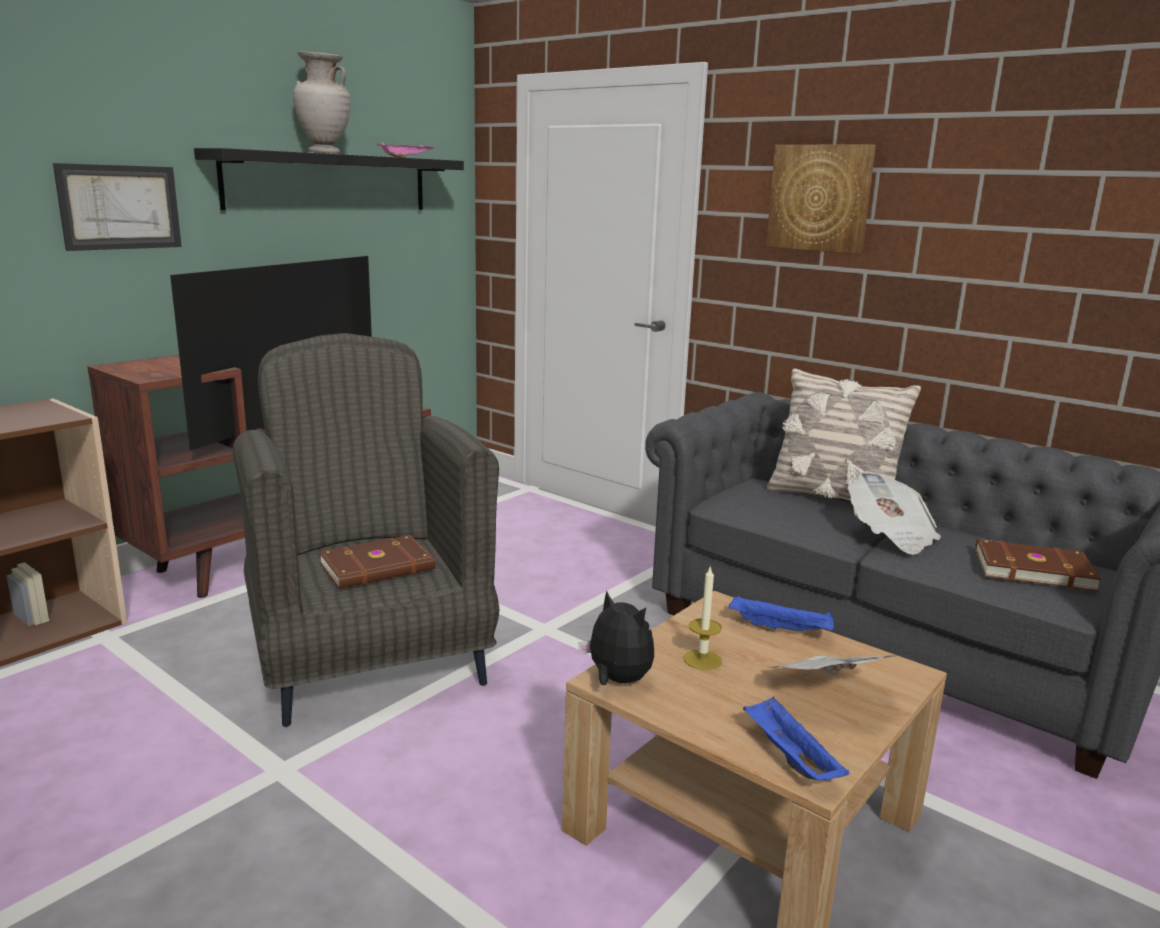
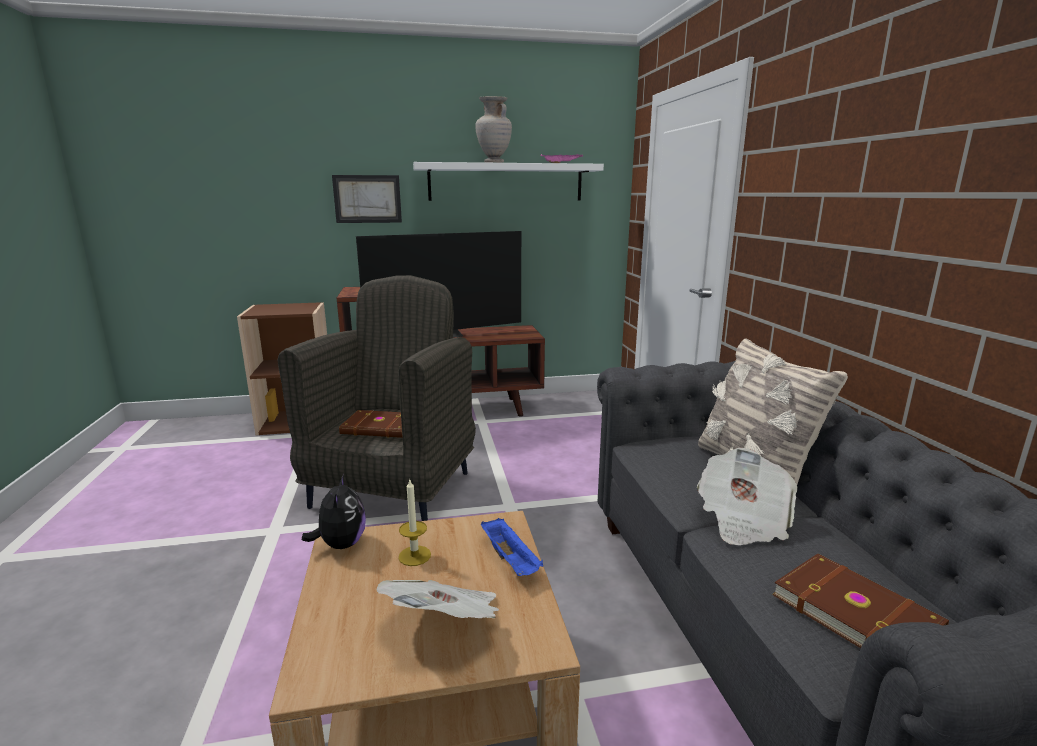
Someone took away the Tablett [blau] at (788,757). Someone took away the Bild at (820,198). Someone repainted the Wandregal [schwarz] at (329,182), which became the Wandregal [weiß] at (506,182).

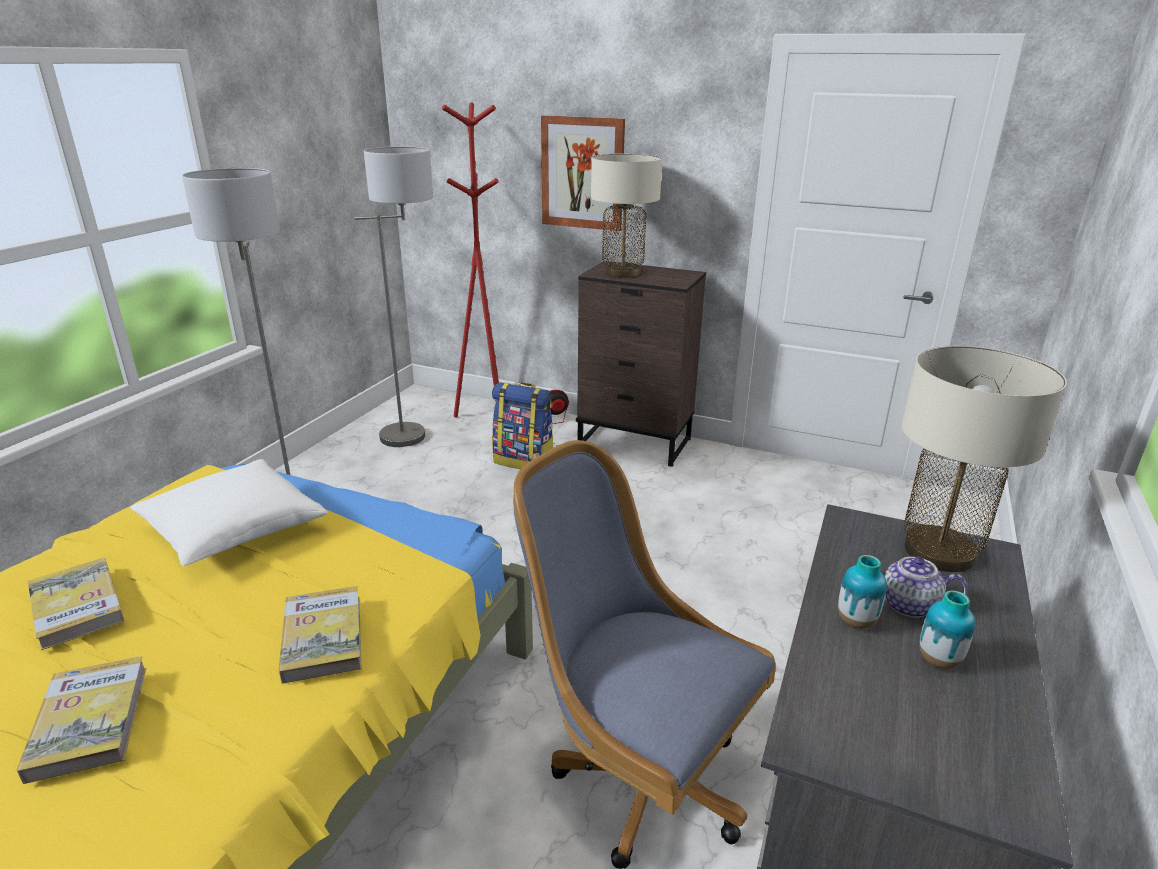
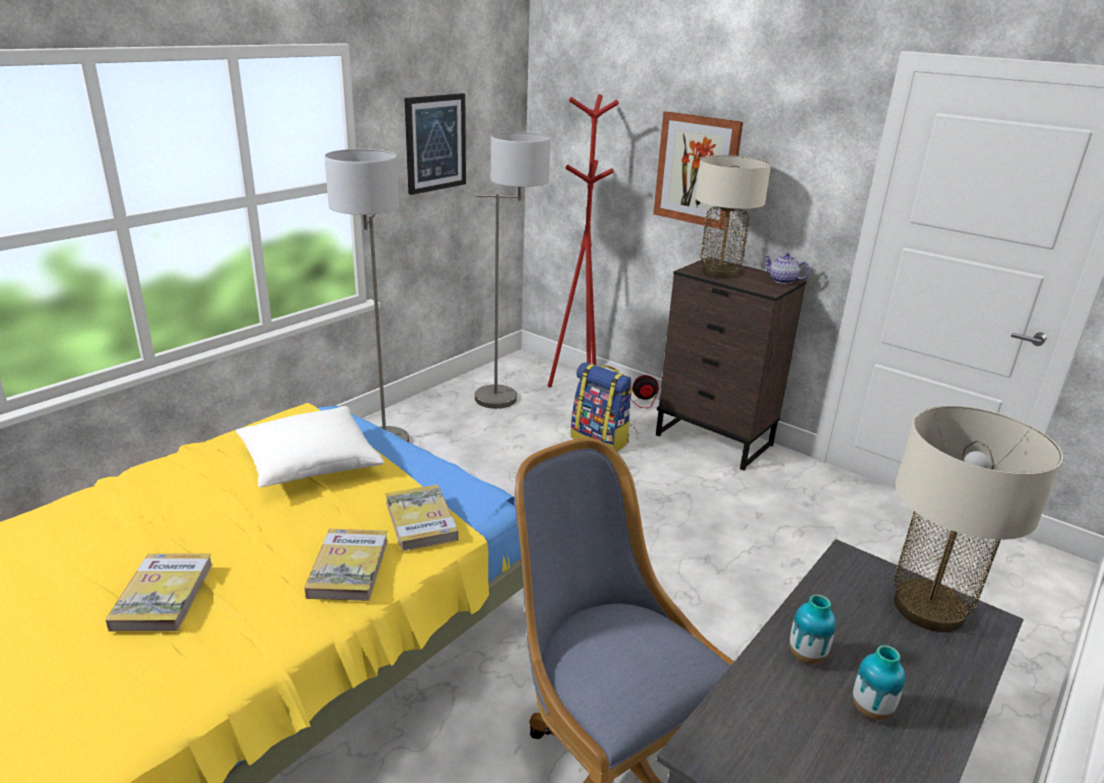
Someone put up the Bild at (435,143). Someone carried the Buch from (77,606) to (421,521). Someone carried the Teekanne from (907,605) to (782,280).

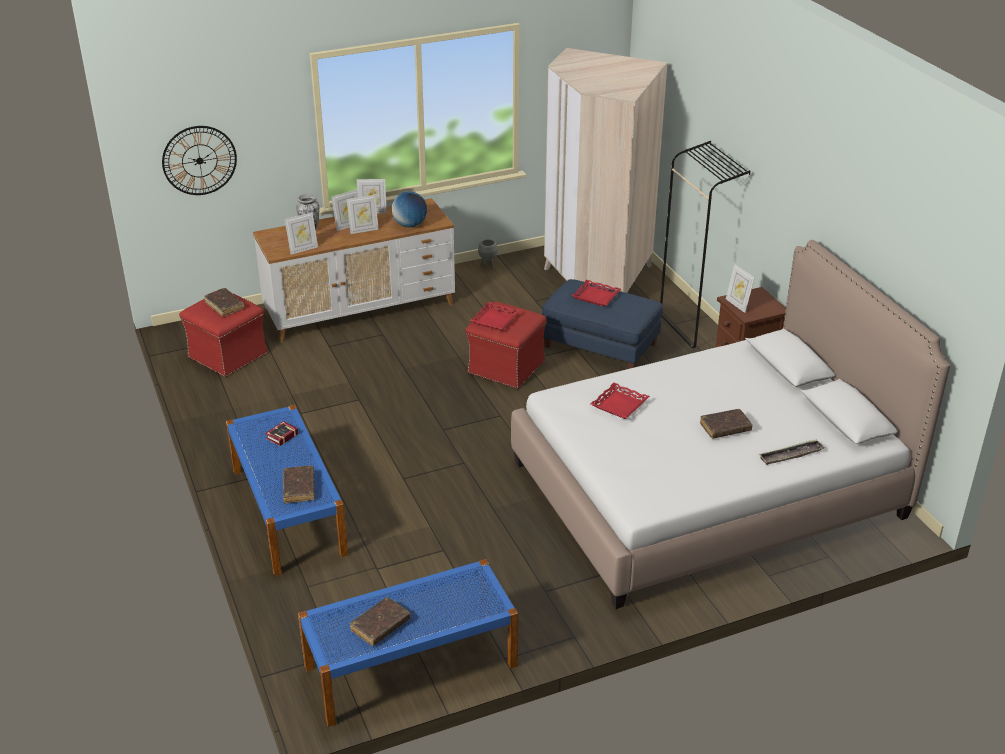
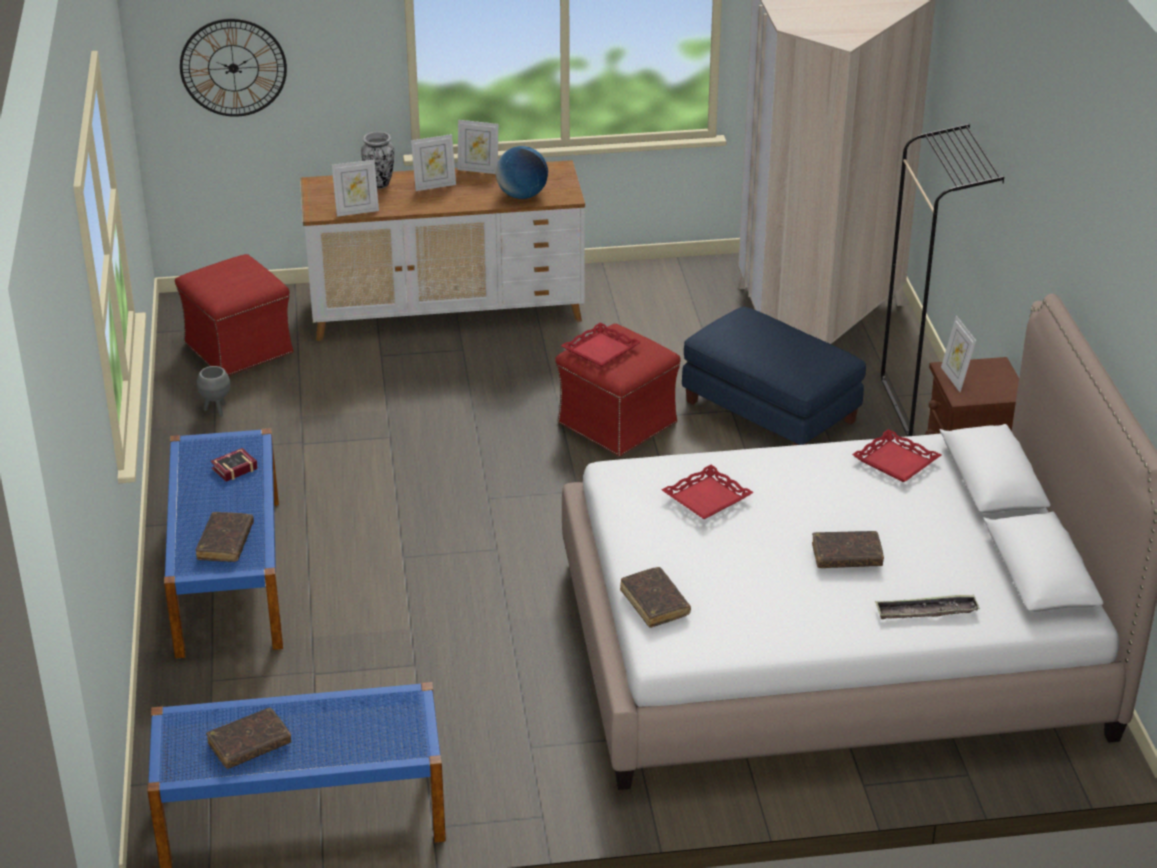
Someone took away the Bilderrahmen at (363,230). Someone carried the Buch [braun] from (224,306) to (654,603). Someone carried the Pflanzkübel [grau] from (487,266) to (216,410). Someone carried the Tablett [rot] from (596,296) to (896,461).

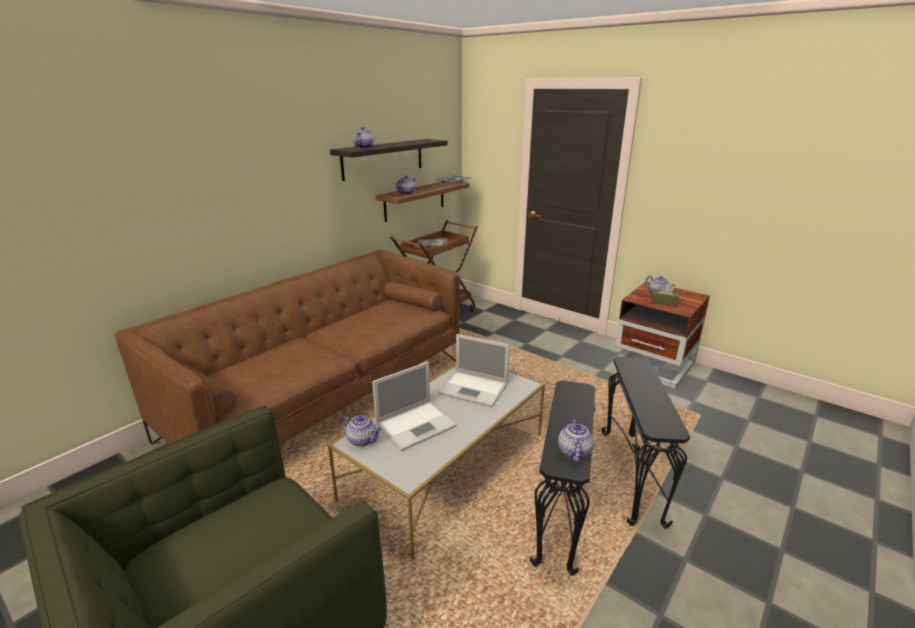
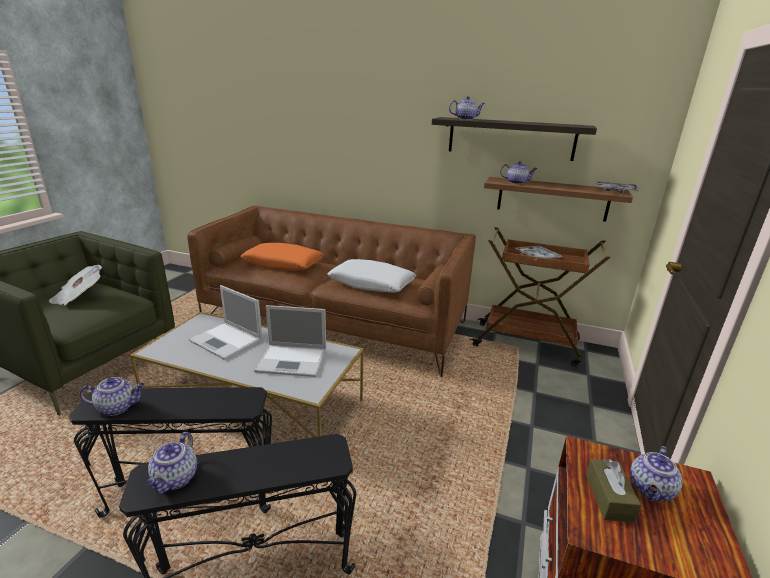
Someone put down the Zeitung at (79,297). Someone put down the Kissen [orange] at (283,264). Someone put down the Kissen [weiß] at (371,284). Someone carried the Teekanne from (362,440) to (175,479). Someone rotated the Laptop at (475,389) by 90 degrees counterclockwise.

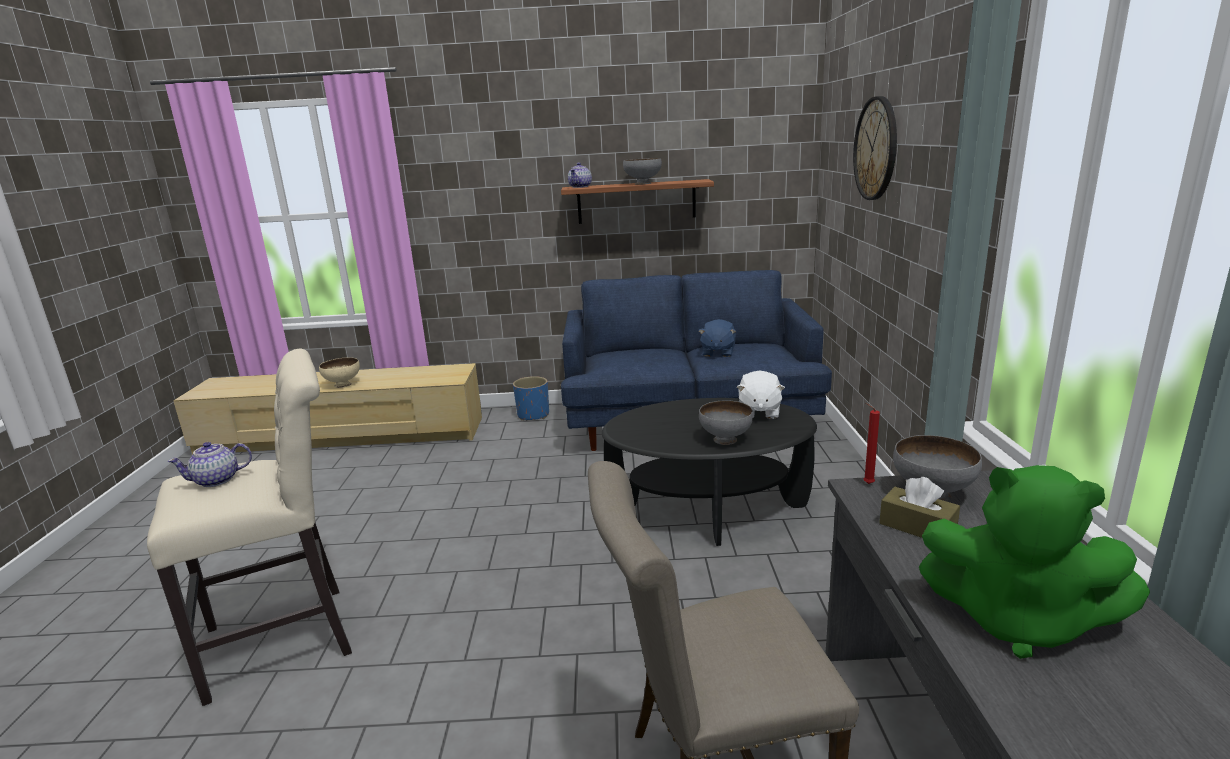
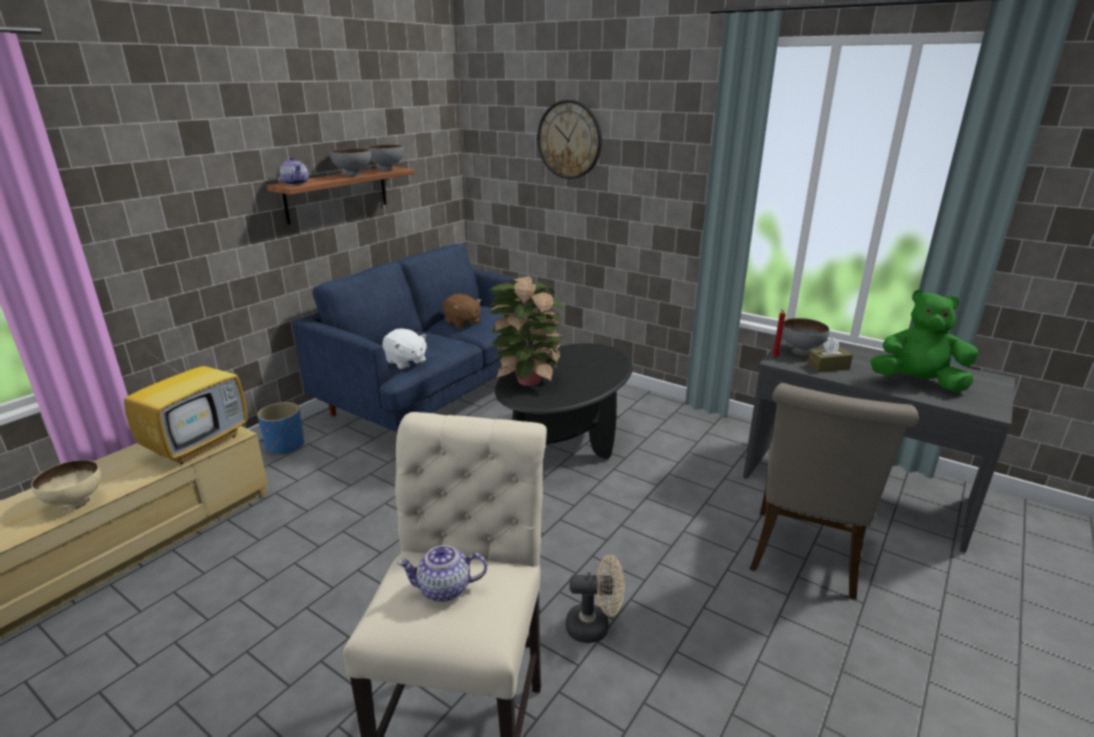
Someone put down the Fernseher at (199,444). Someone put down the Topfpflanze at (527,379). Someone put down the Ventilator [beige] at (595,626). Someone carried the Schüssel [grau] from (725,440) to (386,170). Someone carried the Plüschtier [weiß] from (758,412) to (405,362). Someone repainted the Plüschtier [blau] at (717,352), which became the Plüschtier [braun] at (462,323). Someone rotated the Teekanne at (217,480) by 75 degrees clockwise. Someone rotated the Plüschtier [grün] at (1016,621) by 135 degrees counterclockwise.

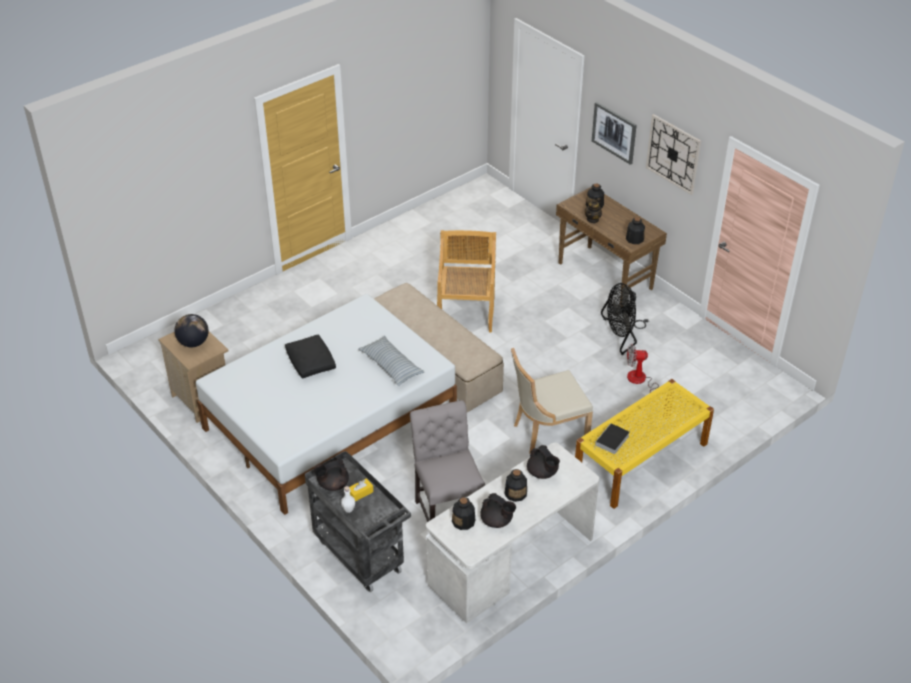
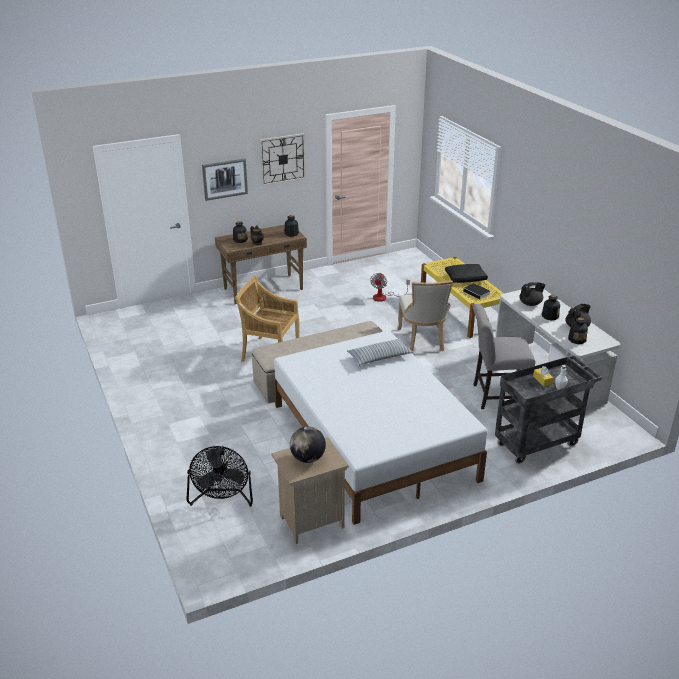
Someone took away the Teekanne [schwarz] at (332,484). Someone carried the Kissen [schwarz] from (310,362) to (465,278). Someone carried the Ventilator [schwarz] from (623,333) to (220,496).

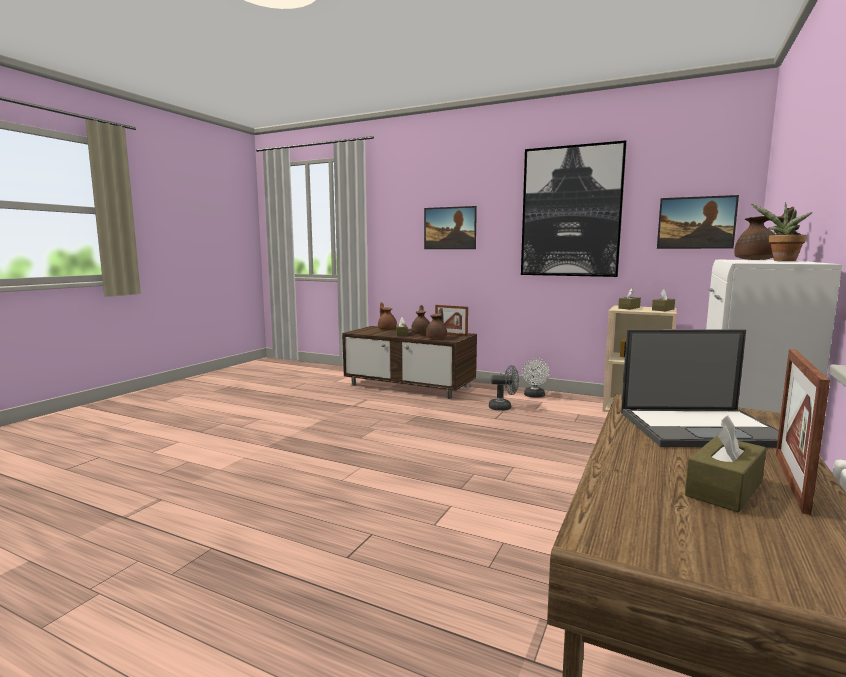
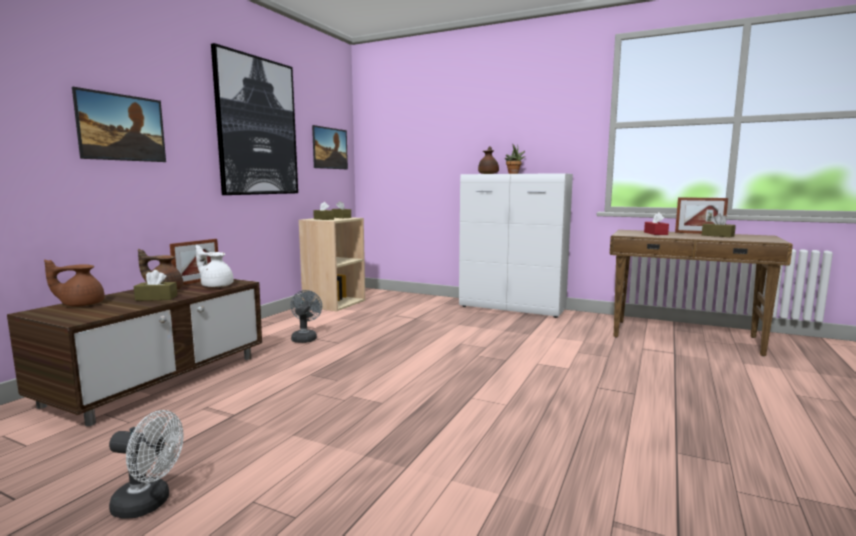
Someone carried the Ventilator [weiß] from (534,396) to (149,504). Someone swapped the Laptop at (702,428) for the Taschentuchbox [rot] at (655,233). Someone repainted the Teekanne [braun] at (437,338), which became the Teekanne [weiß] at (216,286).

